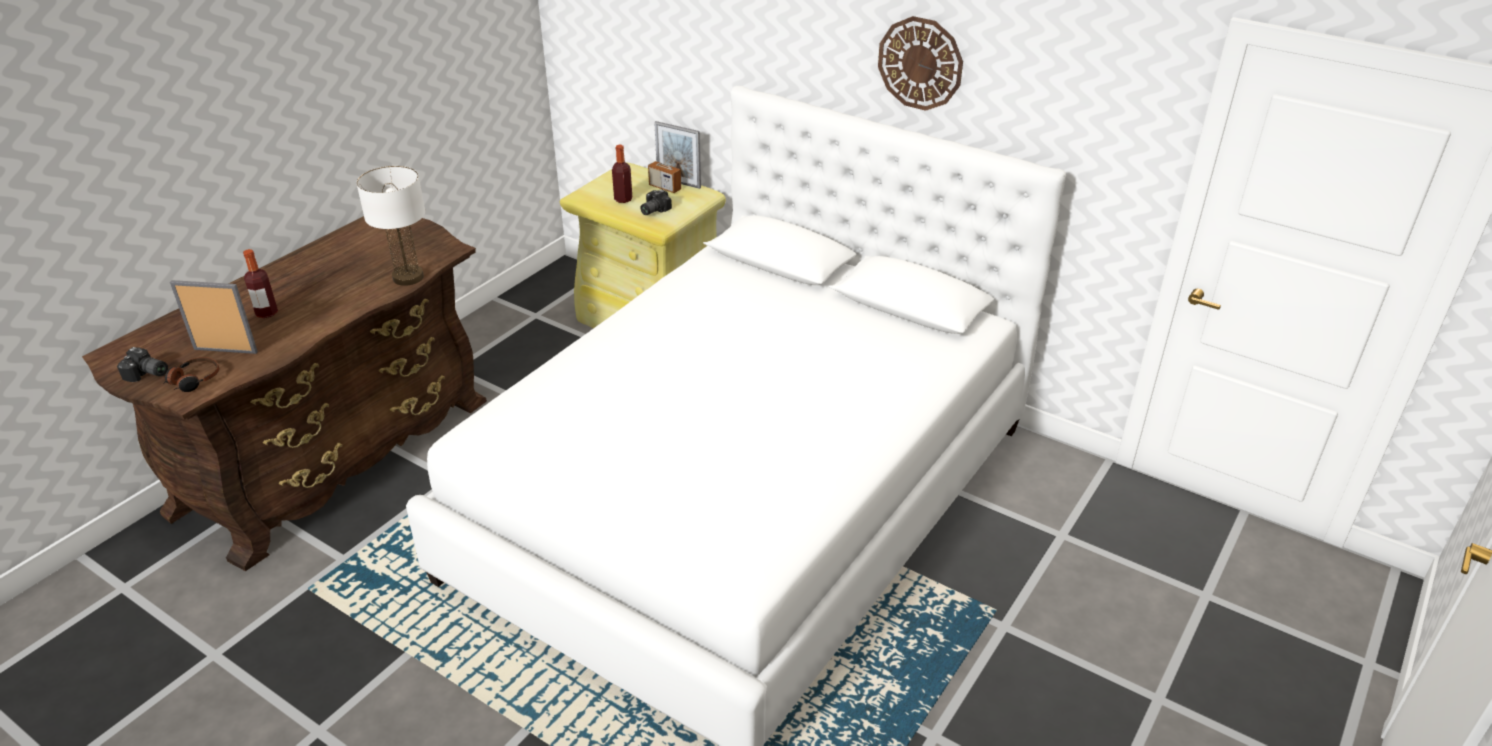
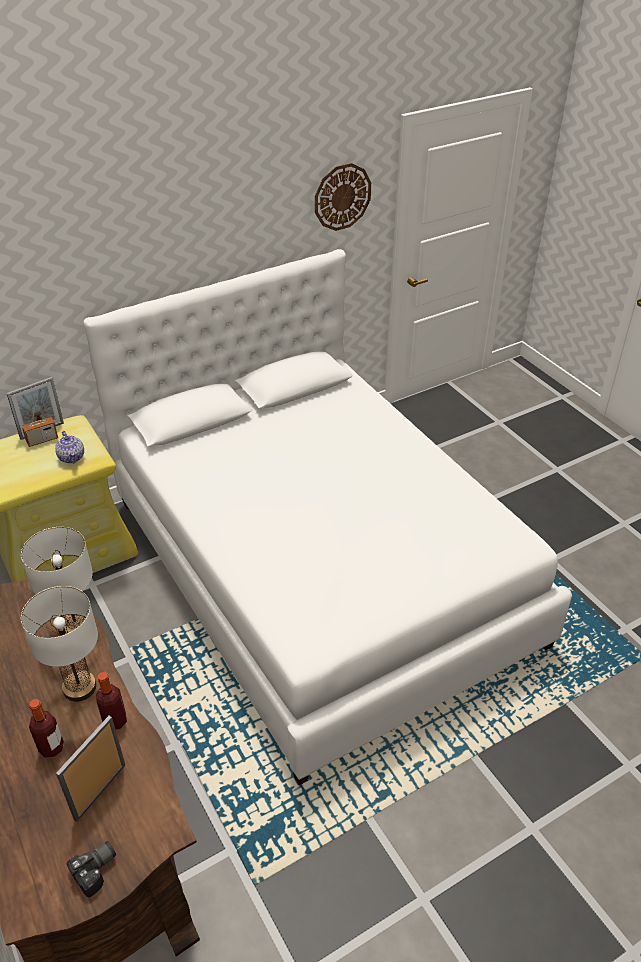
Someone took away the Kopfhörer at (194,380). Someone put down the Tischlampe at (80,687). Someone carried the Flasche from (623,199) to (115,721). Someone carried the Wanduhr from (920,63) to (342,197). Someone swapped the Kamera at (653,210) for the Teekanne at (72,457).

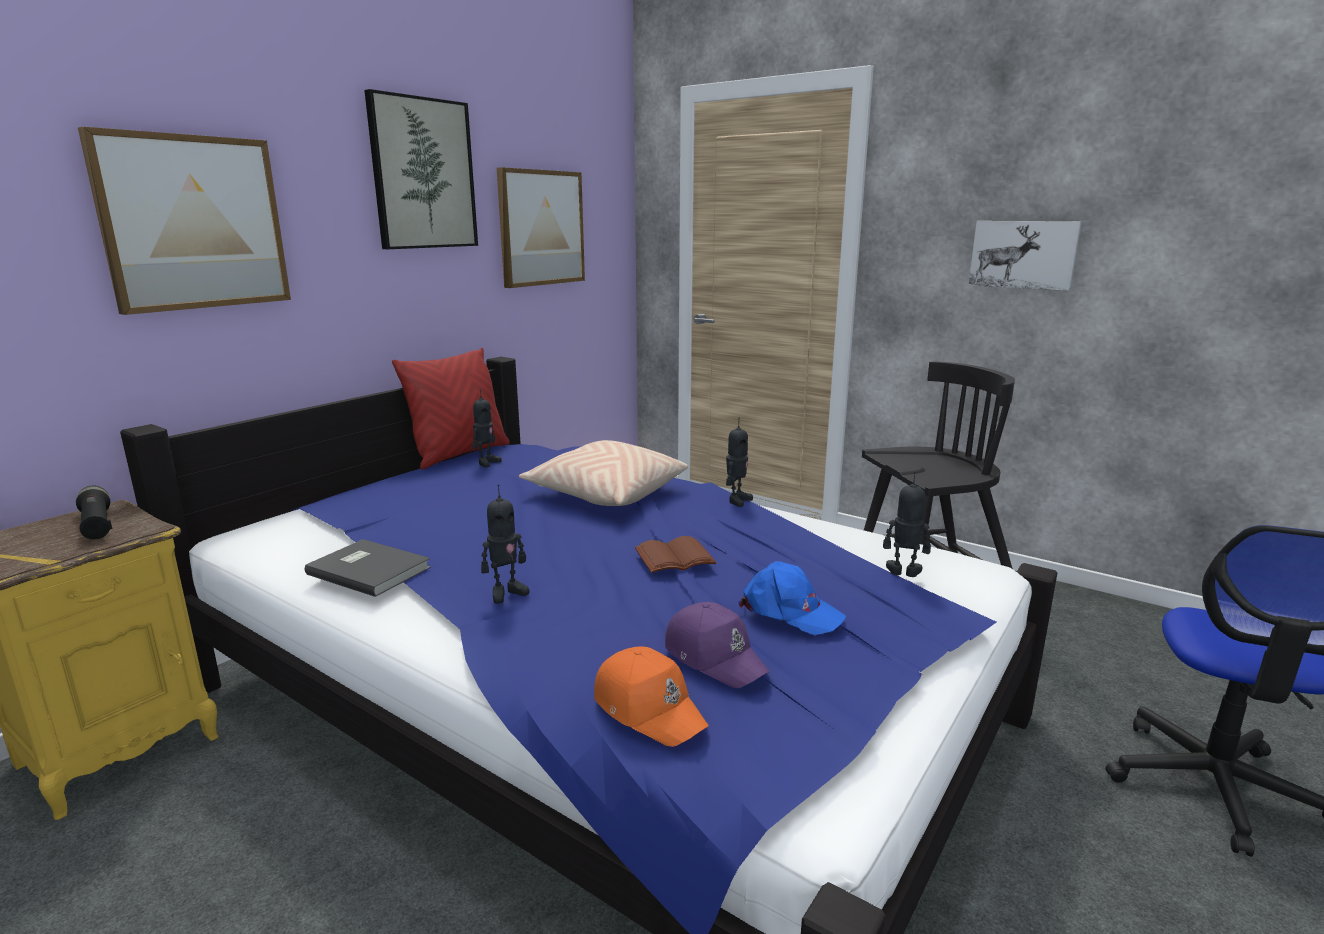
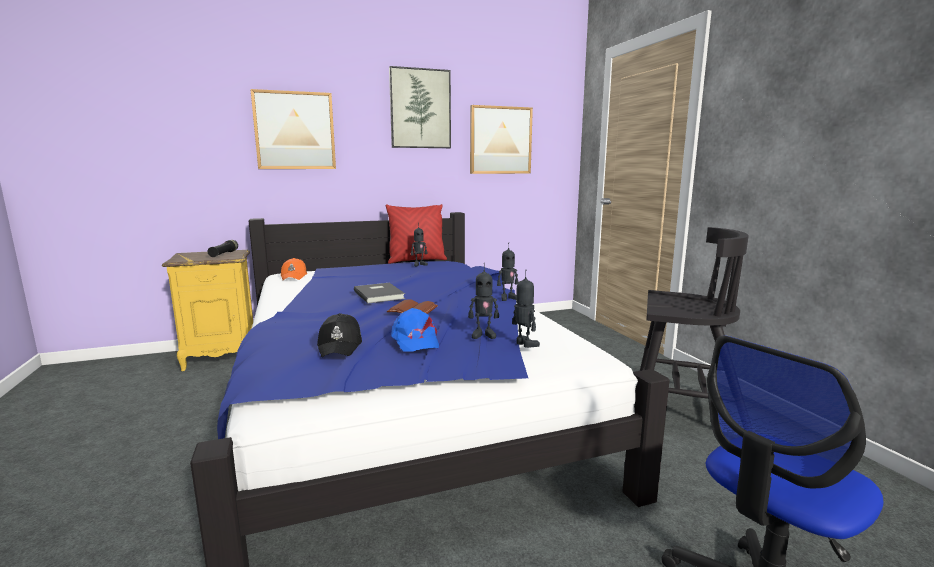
Someone took away the Kissen [beige] at (605,494). Someone took away the Bild at (1023,254). Someone carried the Buch [grau] from (370,569) to (380,294). Someone carried the Spielzeugroboter from (506,593) to (483,335). Someone carried the Kappe [orange] from (649,708) to (294,276). Someone repainted the Kappe [lila] at (715,657), which became the Kappe [schwarz] at (341,345).

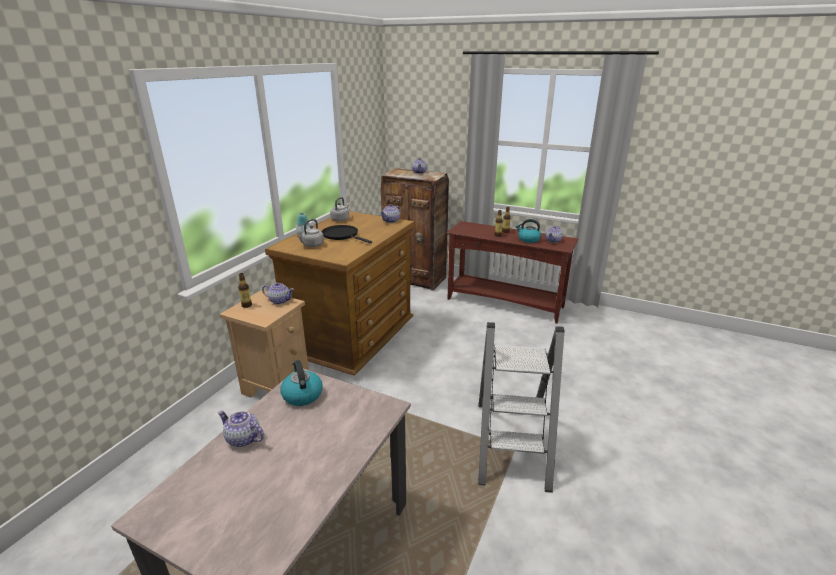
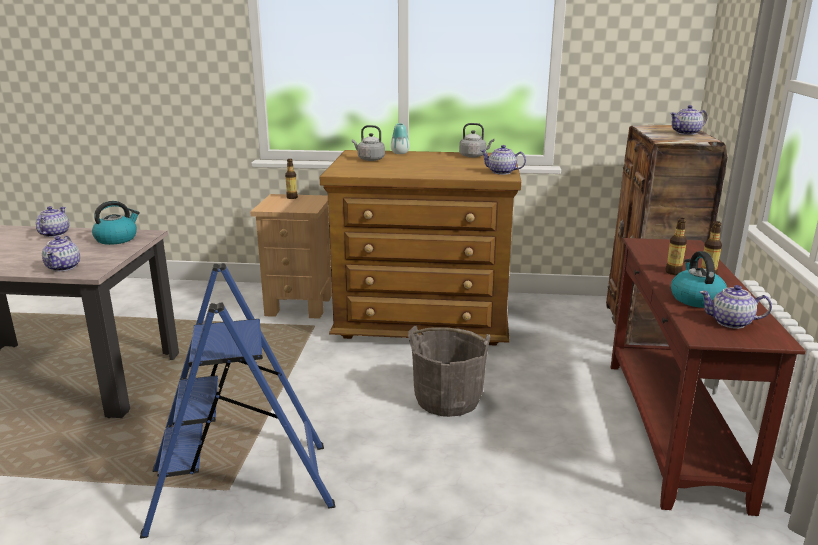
Someone took away the Pfanne [schwarz] at (342,235). Someone put down the Eimer [grau] at (448,399). Someone carried the Teekanne from (279,301) to (64,267). Someone repainted the Trittleiter [grau] at (511,442), which became the Trittleiter [blau] at (243,486).

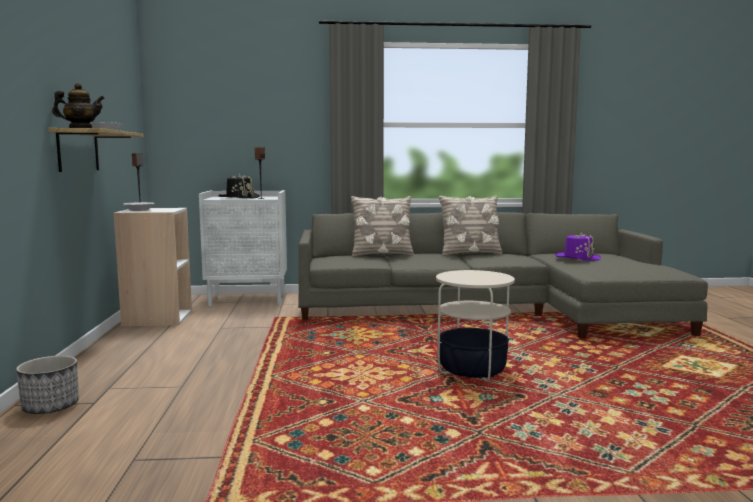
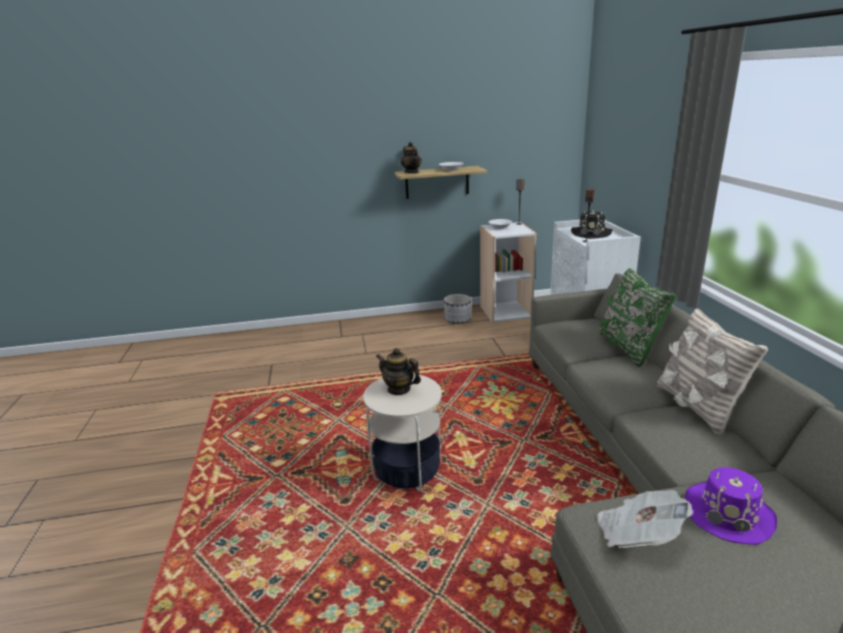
Someone put down the Teekanne at (399,389). Someone put down the Zeitung at (637,534). Someone carried the Pflanzkübel from (51,407) to (458,320). Someone repainted the Kissen [beige] at (382,255), which became the Kissen [grün] at (627,348).

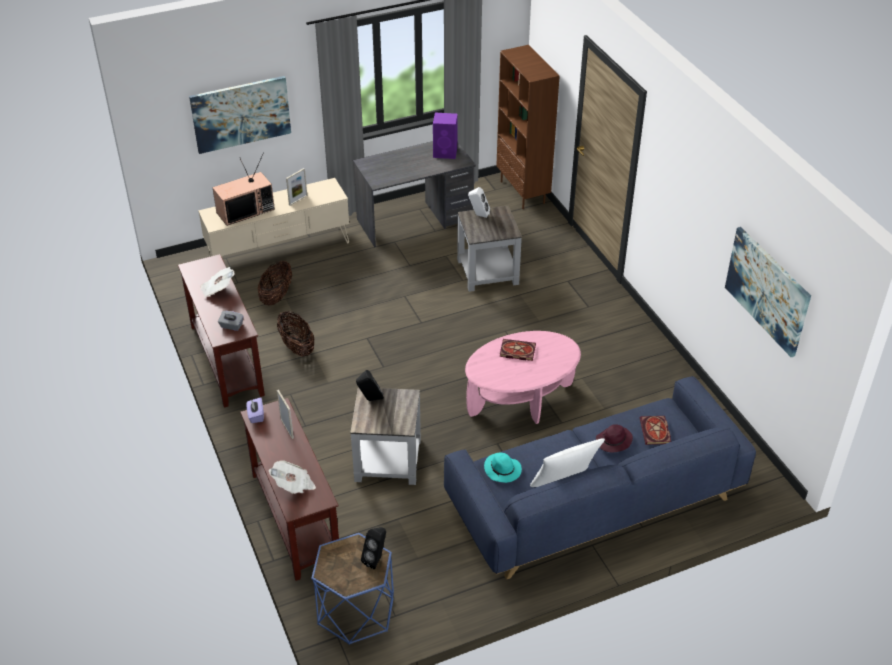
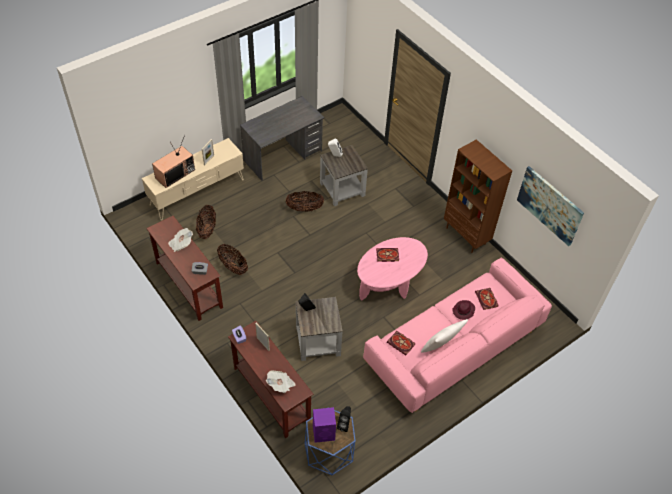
Someone took away the Bild at (241,114). Someone put down the Korb at (304,208). Someone carried the Lautsprecher [lila] from (446,152) to (324,433). Someone carried the Bücherregal [braun] from (523,192) to (466,236). Someone swapped the Hut [türkis] at (503,470) for the Buch at (401,343). Someone repainted the Sofa [blau] at (594,501), which became the Sofa [rosa] at (453,347).

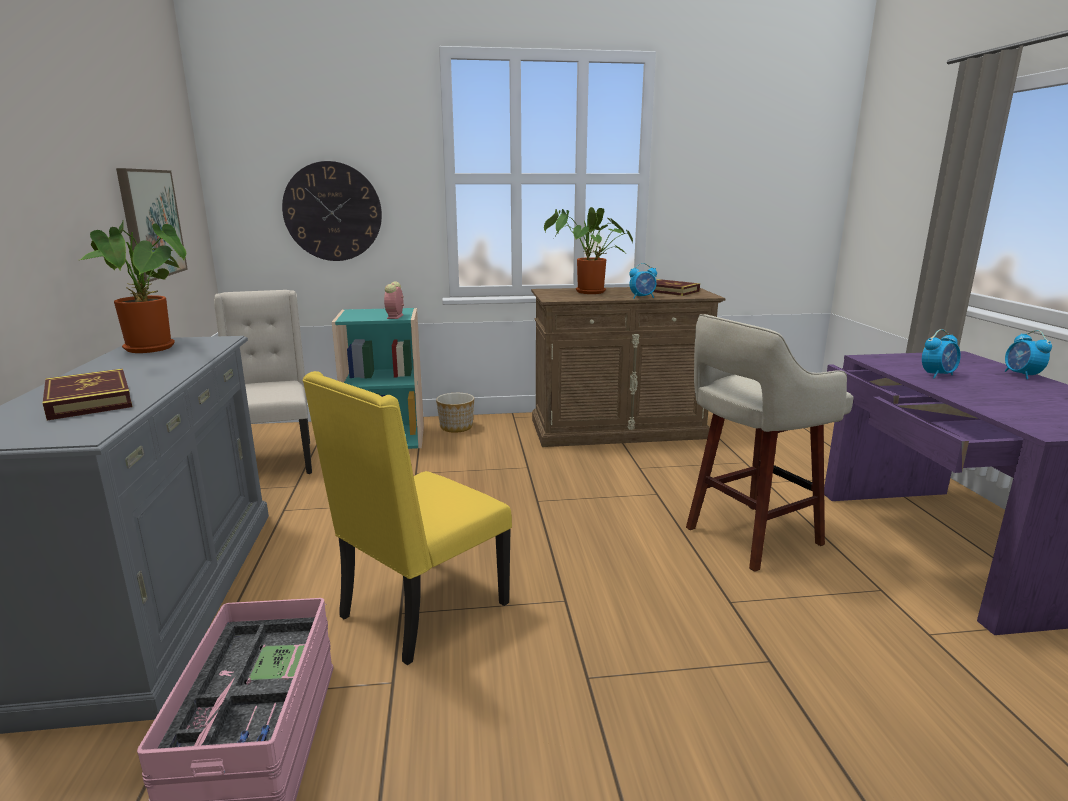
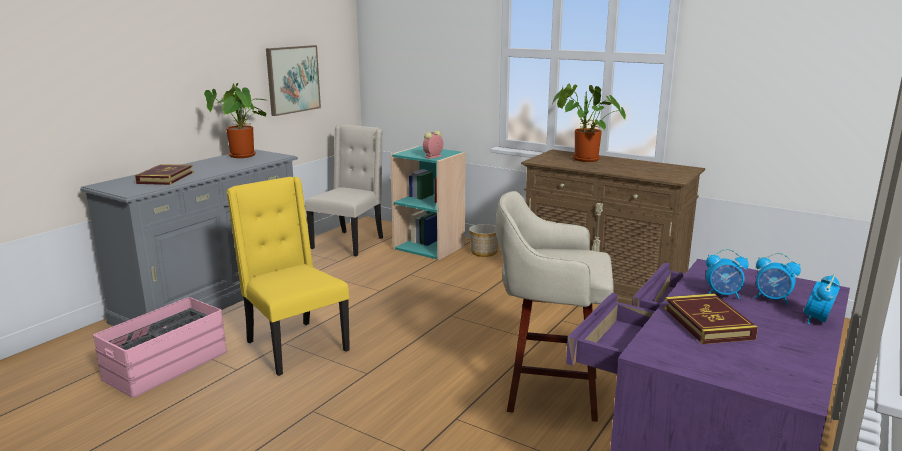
Someone took away the Wanduhr at (332,212). Someone carried the Wecker from (642,297) to (772,299). Someone carried the Buch from (669,291) to (707,323). Someone rotated the Stuhl [gelb] at (420,611) by 60 degrees clockwise.

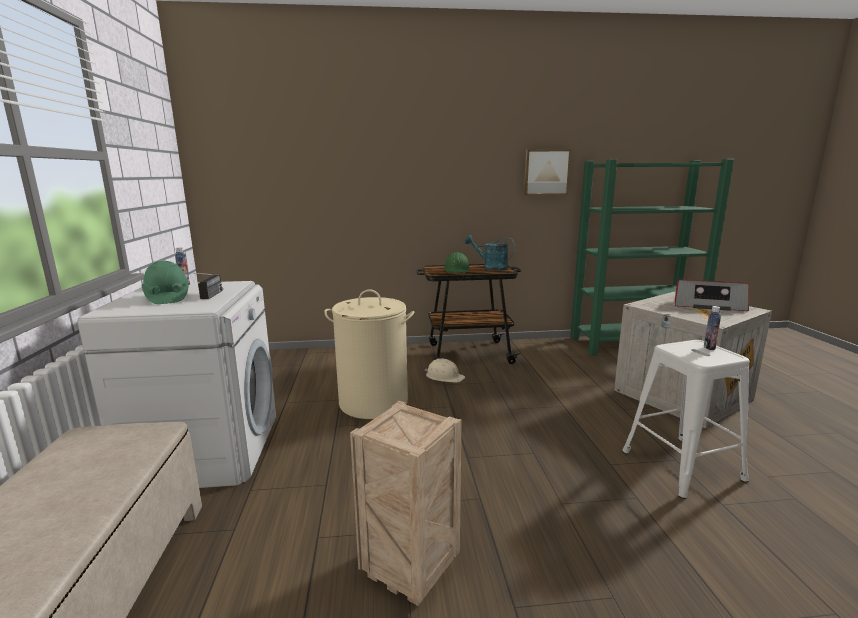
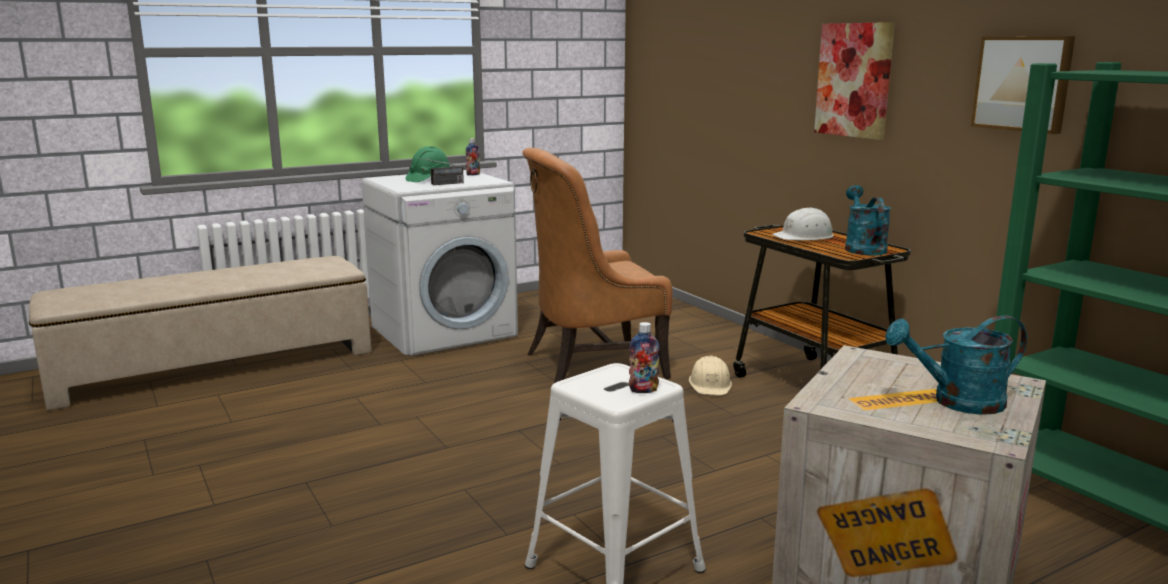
Someone took away the Kiste at (412,569). Someone put up the Bild at (854,80). Someone swapped the Wäschekorb [beige] at (373,403) for the Stuhl [braun] at (592,365). Someone swapped the Radio at (707,305) for the Gießkanne [türkis] at (957,402). Someone repainted the Schutzhelm [grün] at (457,270), which became the Schutzhelm [weiß] at (804,236).

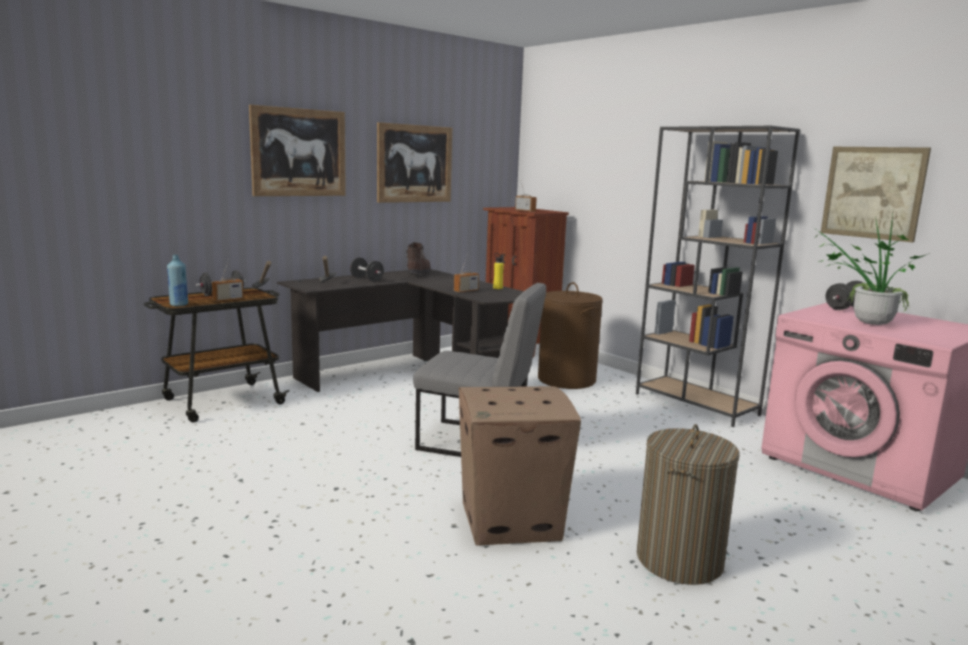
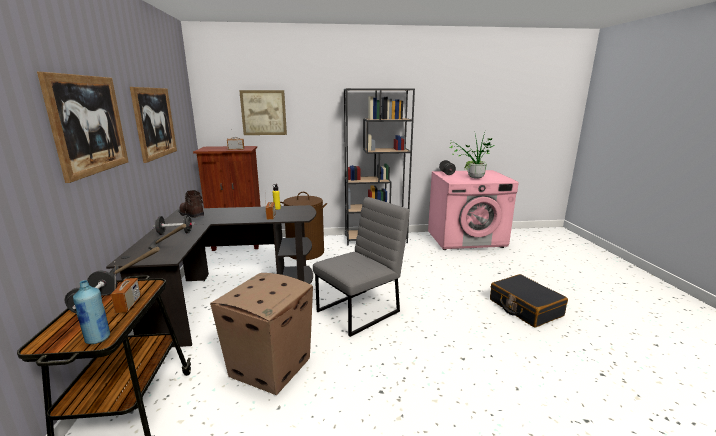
Someone carried the Karton from (512,520) to (271,366). Someone carried the Bild from (873,192) to (263,113). Someone swapped the Wäschekorb at (679,560) for the Koffer [schwarz] at (525,308).

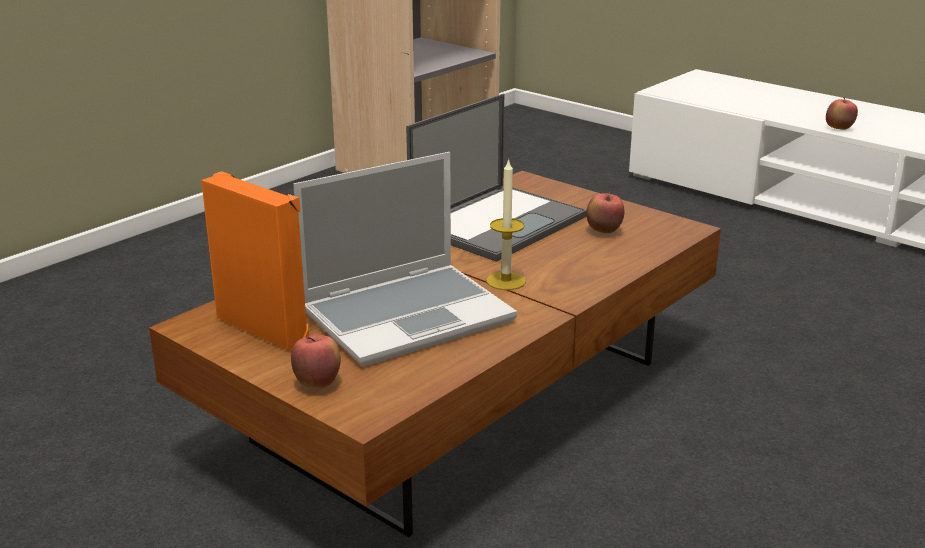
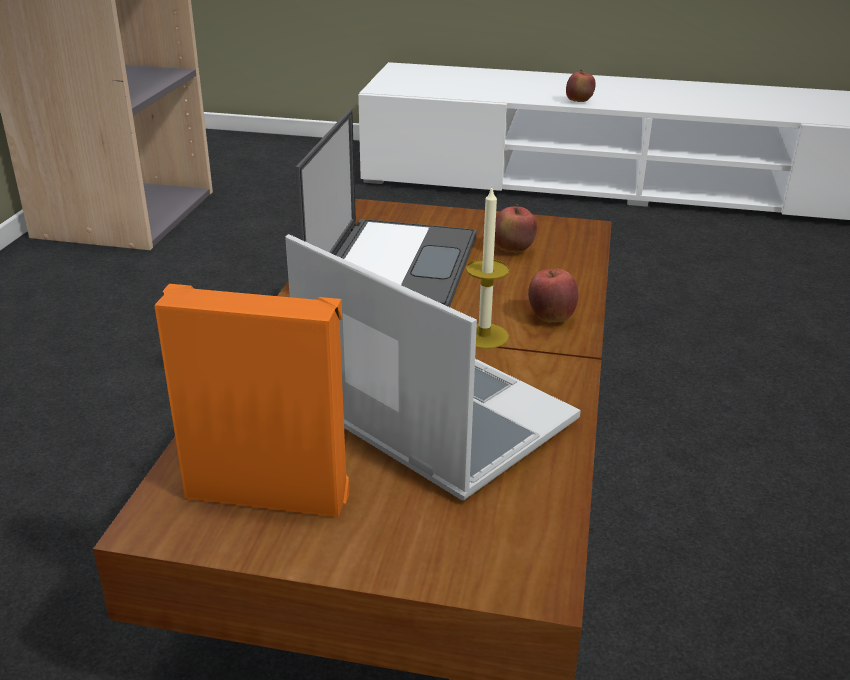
Someone carried the Apfel from (317,384) to (550,318). Someone rotated the Laptop at (408,315) by 75 degrees counterclockwise.

